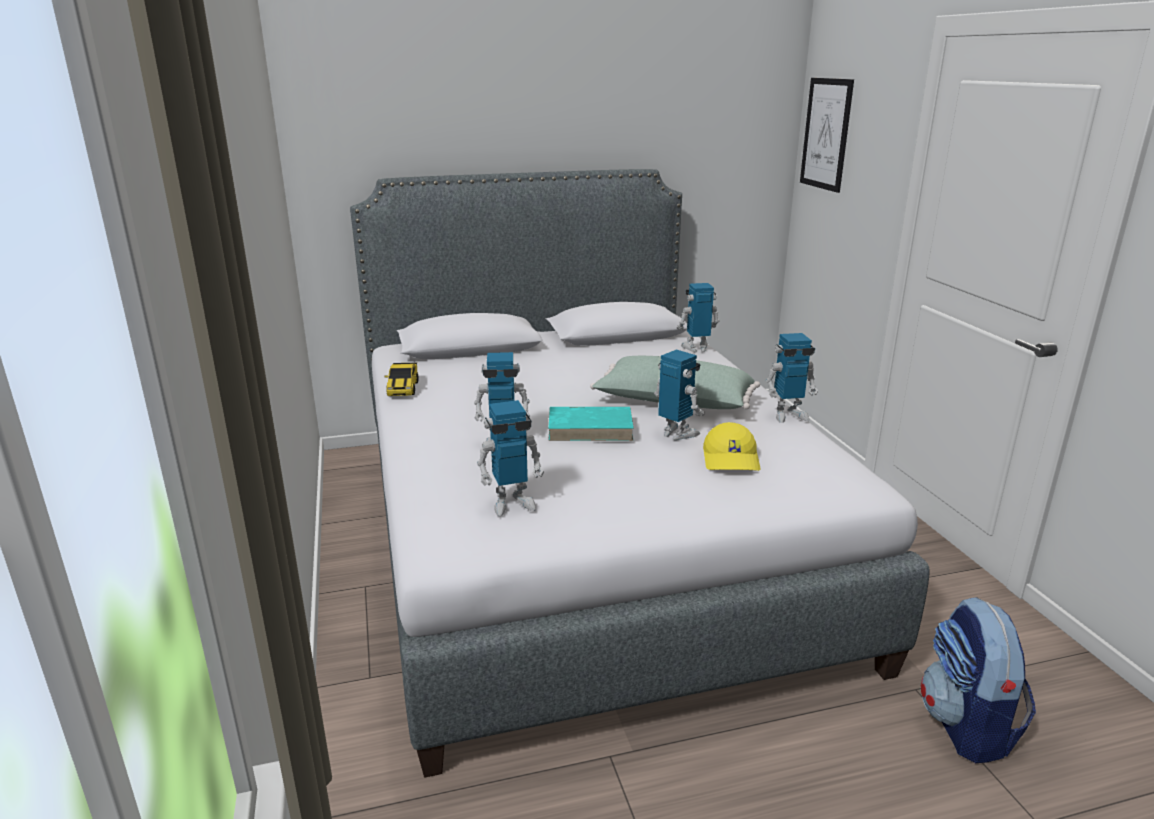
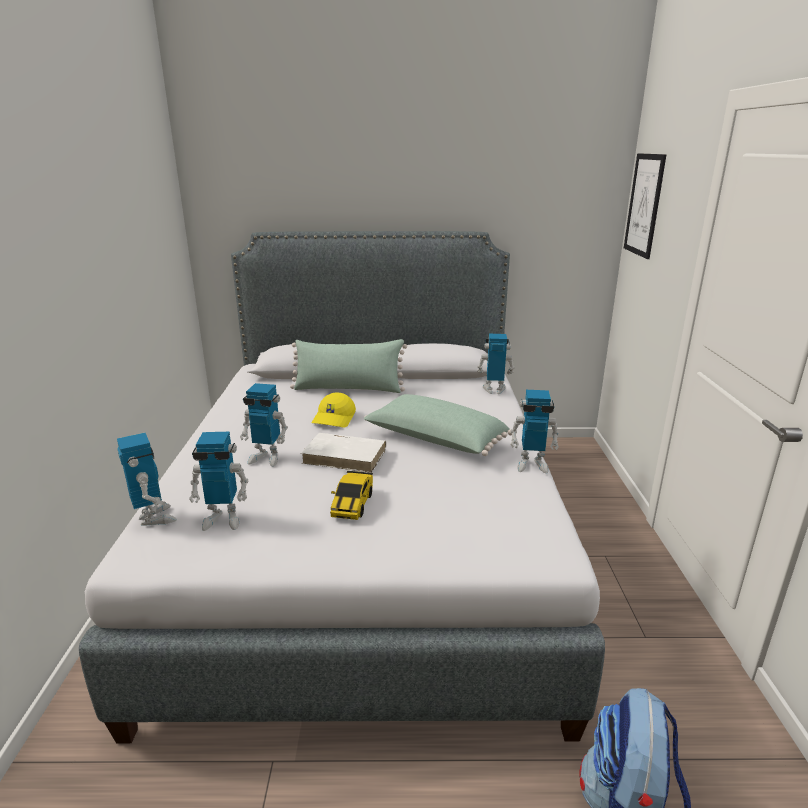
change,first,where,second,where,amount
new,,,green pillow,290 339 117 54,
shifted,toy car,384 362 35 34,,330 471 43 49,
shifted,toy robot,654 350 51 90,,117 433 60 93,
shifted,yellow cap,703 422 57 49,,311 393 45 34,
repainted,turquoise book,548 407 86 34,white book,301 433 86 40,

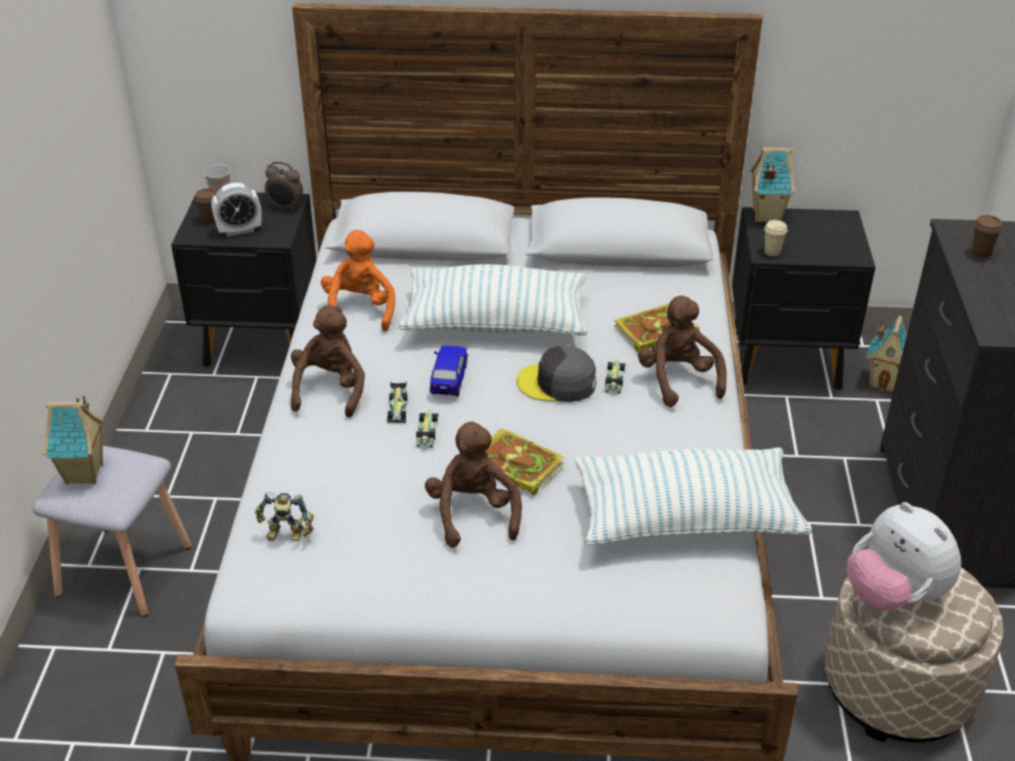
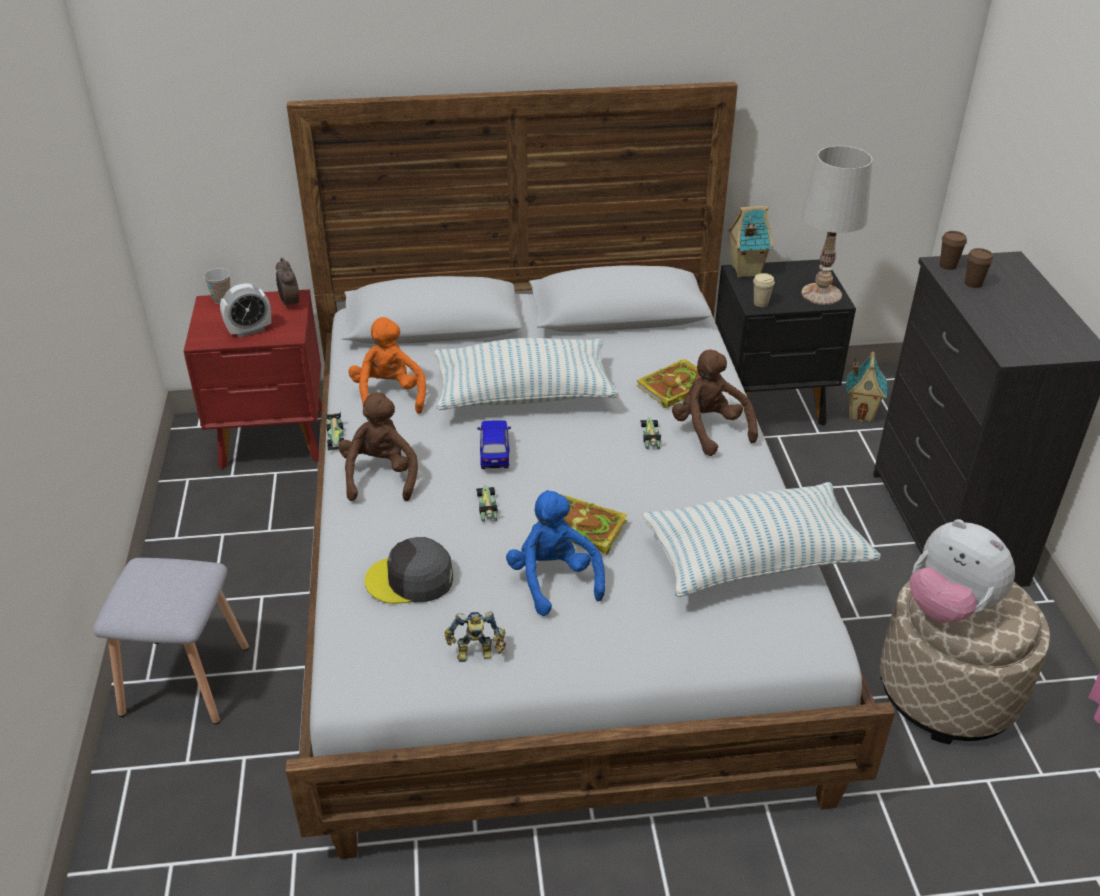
change,first,where,second,where,amount
gone,toy house,43 395 62 89,,,
new,,,white table lamp,801 146 72 159,
shifted,brown cup,195 188 21 36,,940 231 27 39,
shifted,toy robot,255 492 59 49,,445 611 61 51,
shifted,toy car,387 381 20 42,,326 412 18 39,
shifted,grey cap,517 345 79 57,,365 537 88 67,
repainted,black nightstand,171 192 145 175,red nightstand,184 289 138 180,
repainted,brown plush toy,425 421 97 127,blue plush toy,506 490 99 126,
rotated,alarm clock,265 161 38 50,,276 258 23 52,60 degrees clockwise

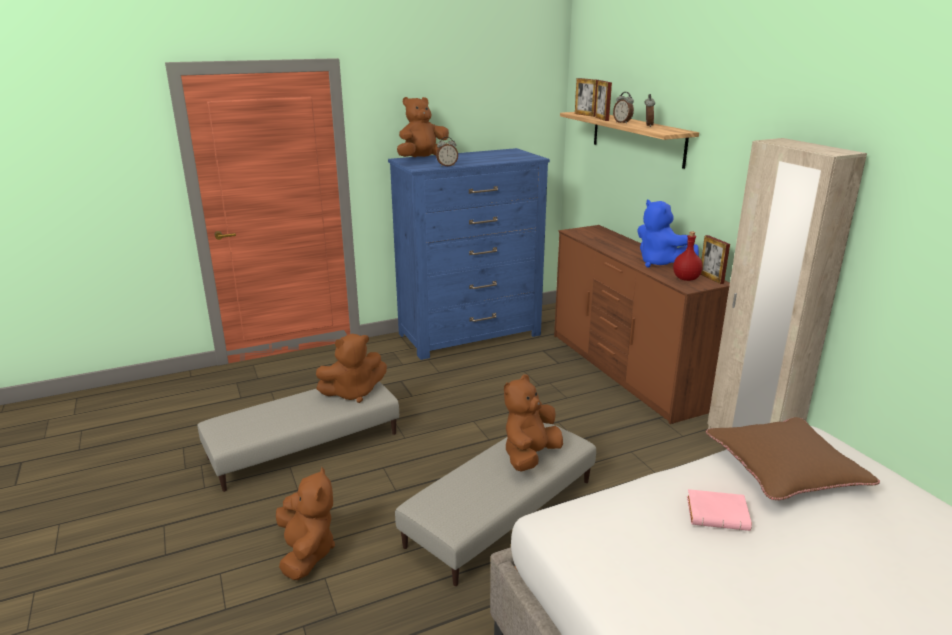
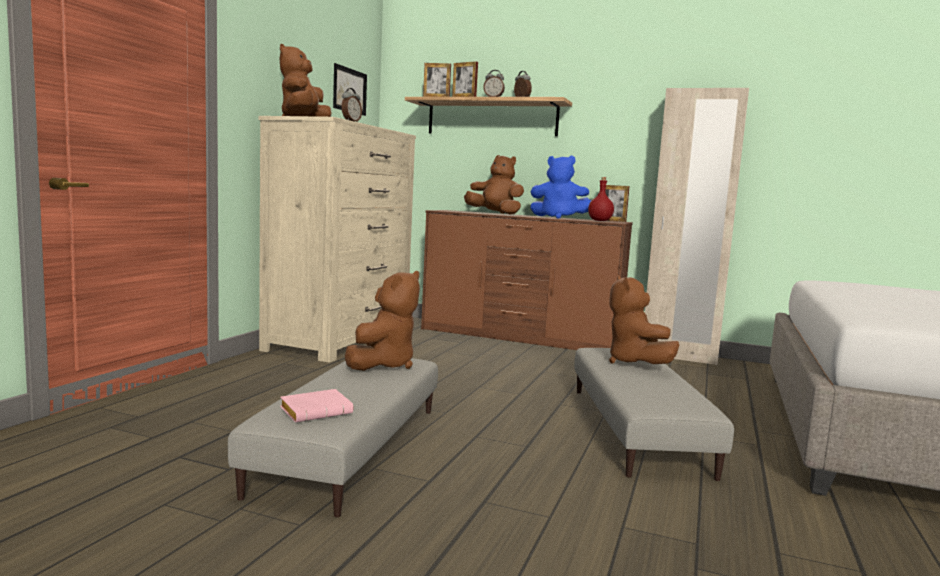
change,first,where,second,where,amount
gone,brown pillow,706 417 174 83,,,
new,,,picture,333 63 34 53,
shifted,brown plush toy,276 467 59 113,,464 155 60 59,
shifted,pink book,687 489 65 42,,280 389 73 33,
repainted,blue dresser,388 148 162 212,beige dresser,259 116 157 247,

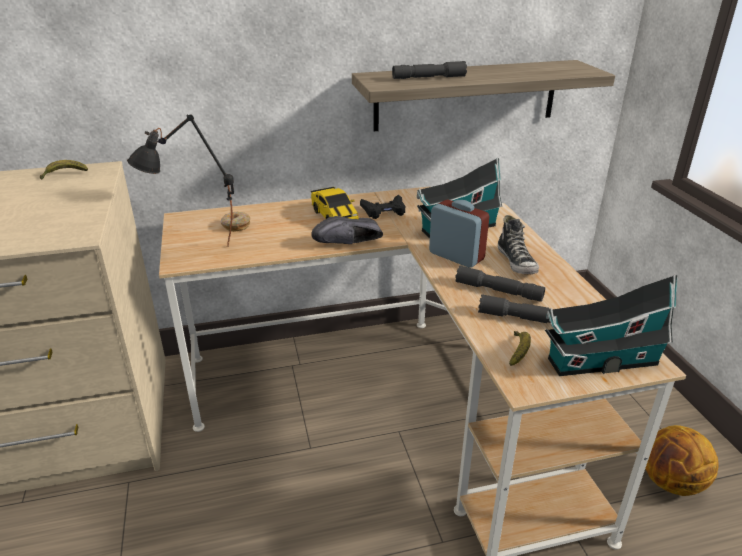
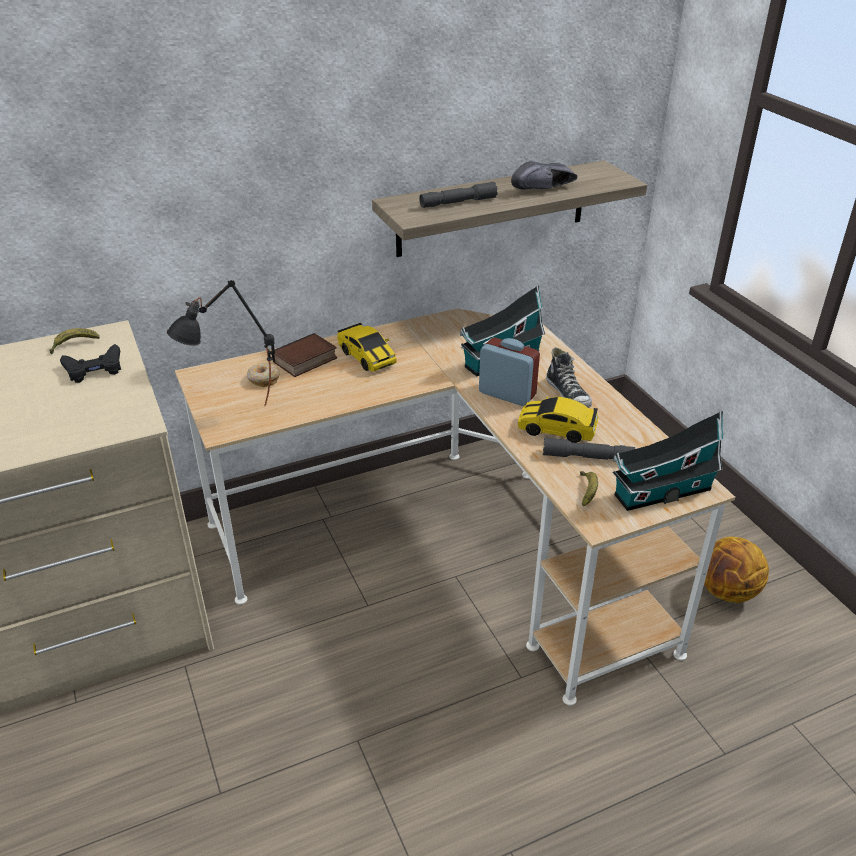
change,first,where,second,where,amount
new,,,book,271 333 66 44,
shifted,black shoe,311 216 72 28,,511 161 66 29,
shifted,black game controller,360 195 45 24,,60 344 61 39,
swapped,grey flashlight,455 265 90 37,toy car,518 396 81 47,

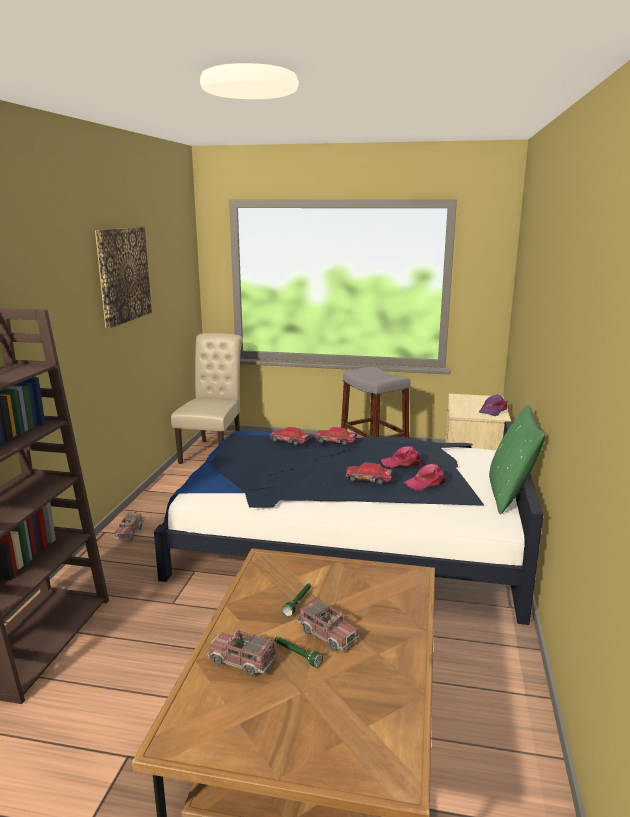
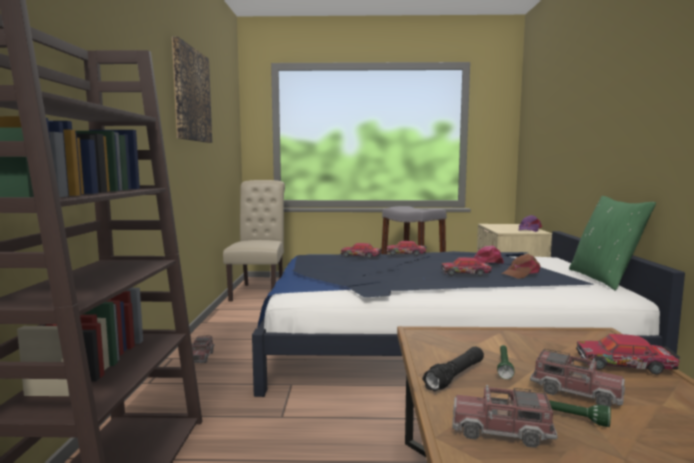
change,first,where,second,where,amount
new,,,black flashlight,422 347 62 45,
new,,,toy car,576 334 104 40,
repainted,pink cap,404 464 42 26,brown cap,502 254 38 25,

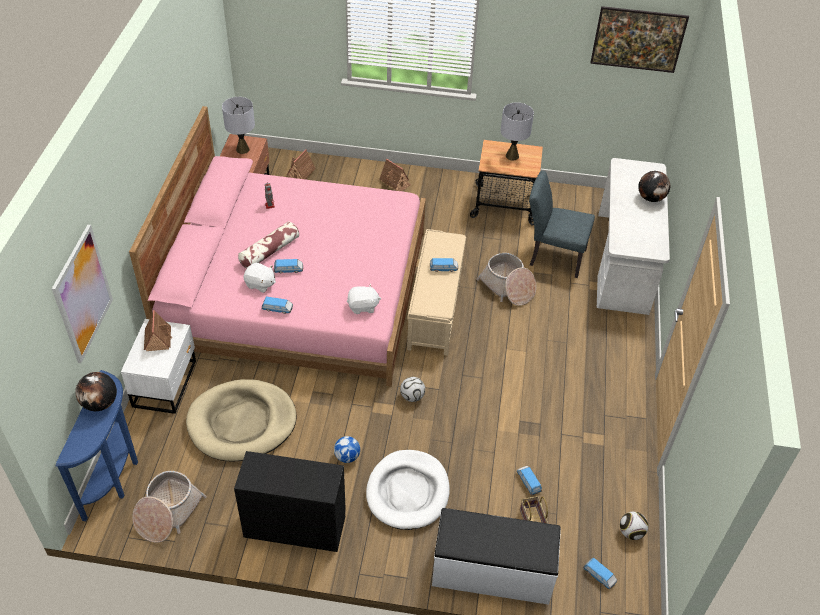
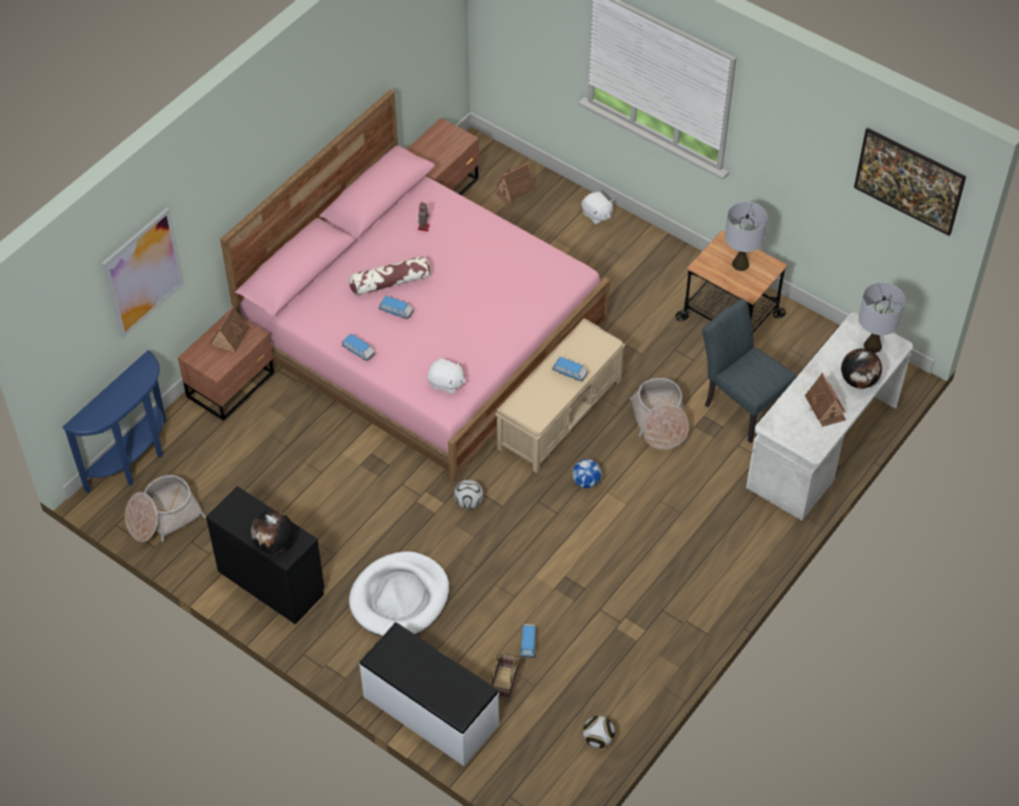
change,first,where,second,where,amount
gone,beige dog bed,186 379 111 82,,,
gone,toy car,583 558 34 31,,,
shifted,globe,75 372 42 39,,251 511 43 43,
shifted,grey table lamp,222 97 33 57,,858 282 47 71,
shifted,white plush toy,244 263 32 30,,581 192 33 32,
shifted,football,334 436 26 27,,572 459 30 29,
shifted,toy house,379 158 32 33,,805 372 41 55,
repainted,white nightstand,121 319 75 95,brown nightstand,178 311 96 110,

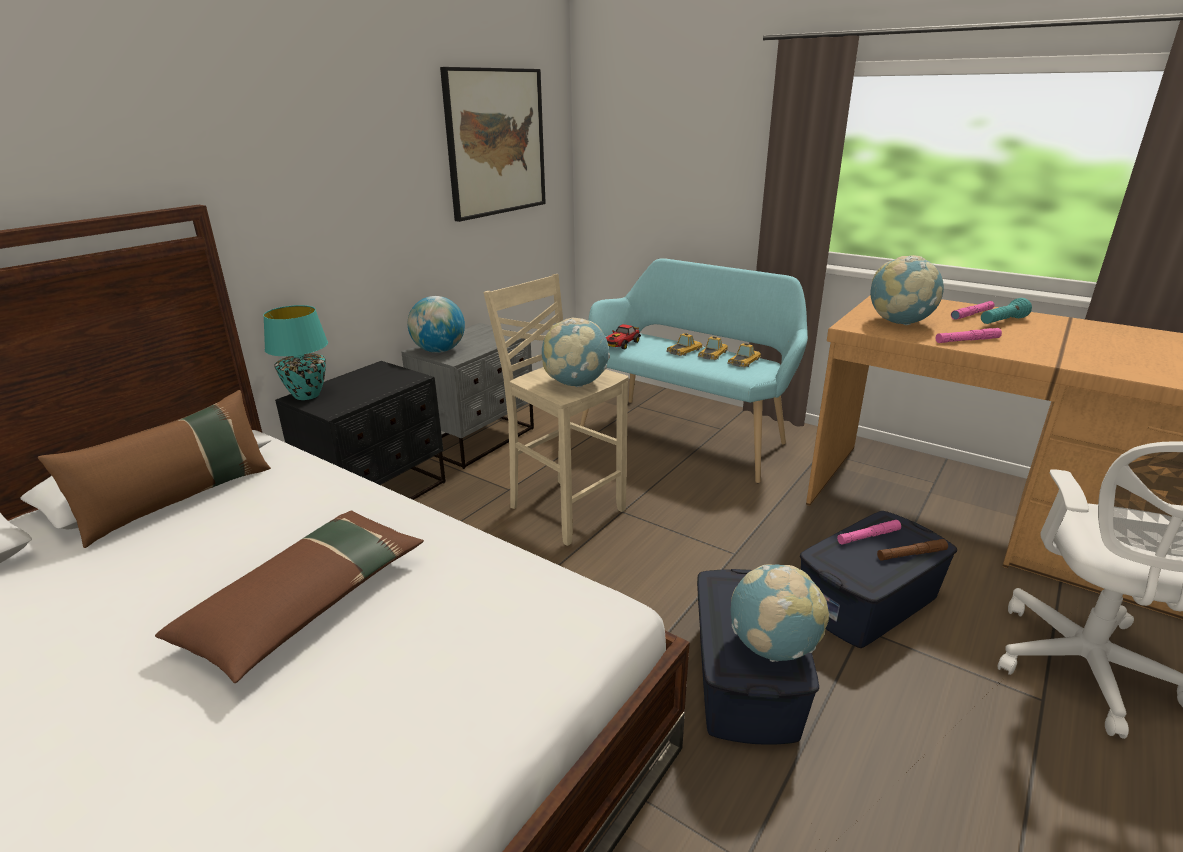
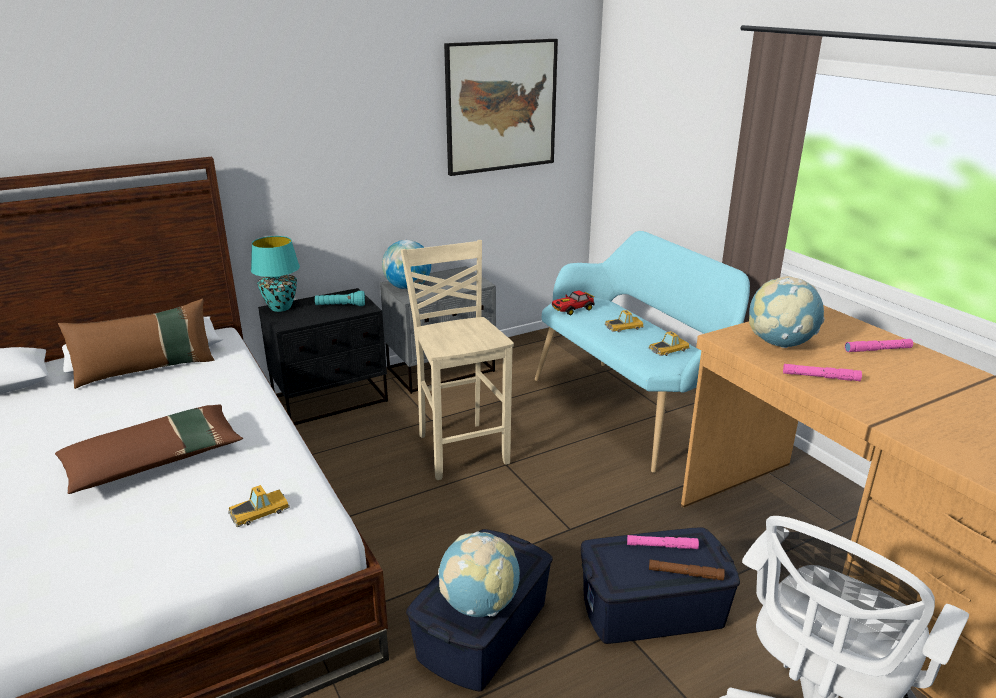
change,first,where,second,where,amount
gone,globe,542 318 68 69,,,
shifted,toy car,697 336 31 24,,228 485 62 42,
shifted,turquoise flashlight,981 298 51 26,,315 291 50 15,

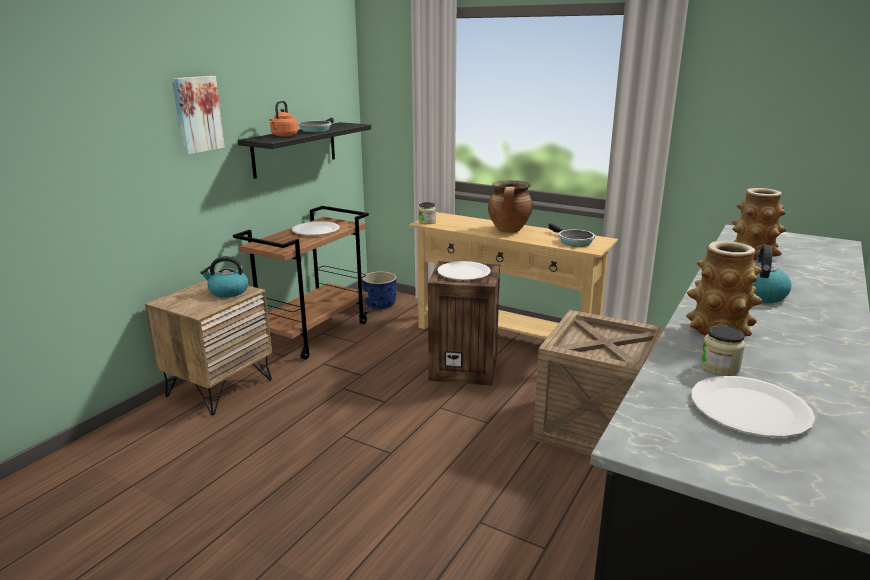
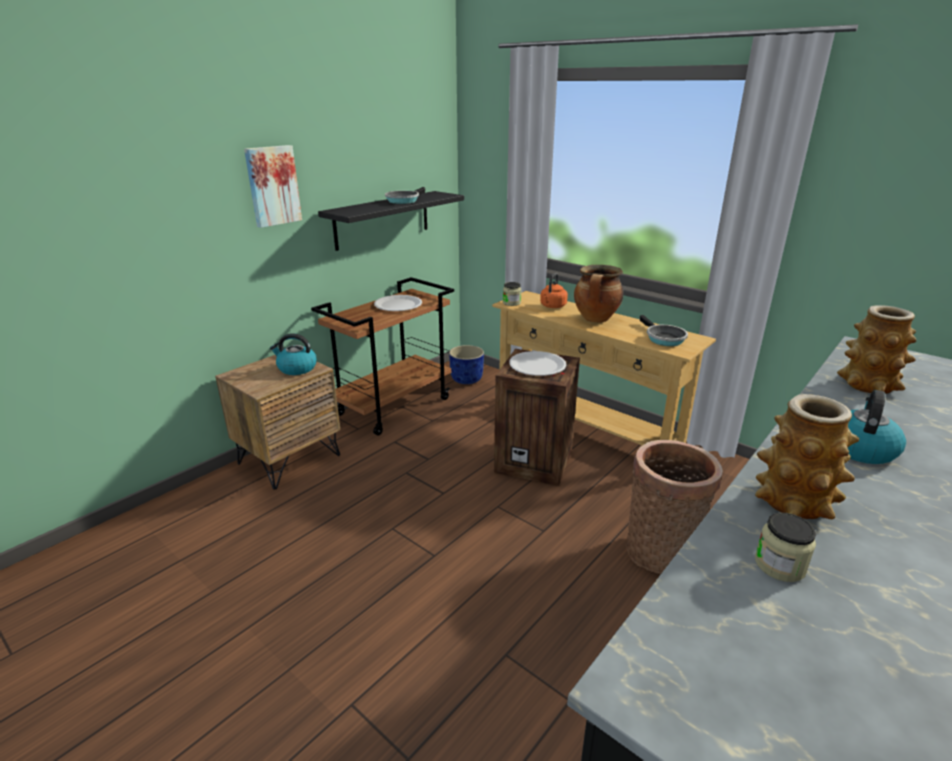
change,first,where,second,where,amount
gone,white plate,691 376 124 61,,,
shifted,orange kettle,269 101 29 36,,540 273 28 35,
swapped,crate,533 310 132 146,basket,626 440 97 134,

